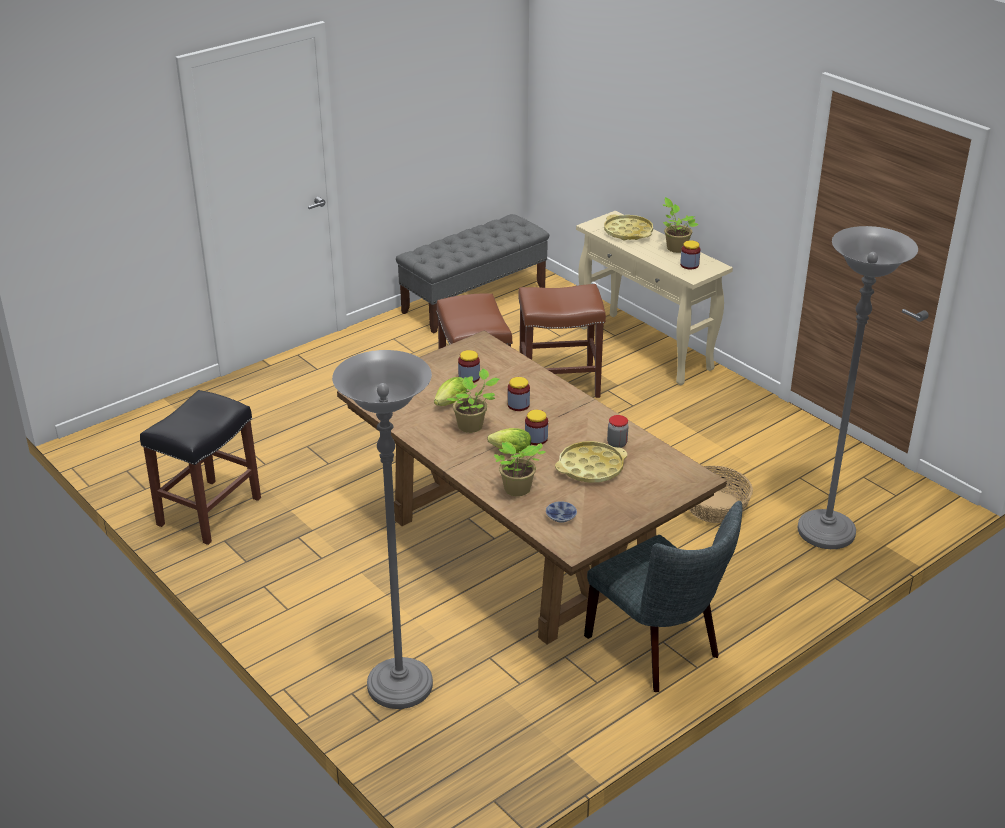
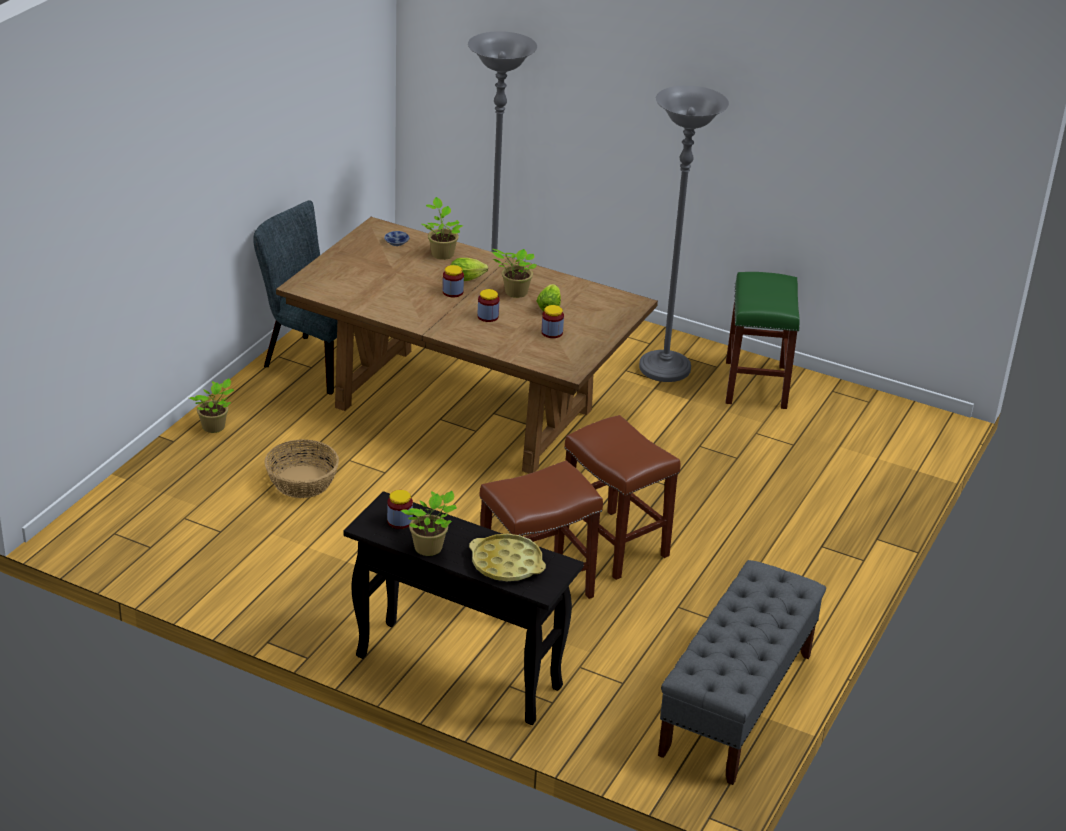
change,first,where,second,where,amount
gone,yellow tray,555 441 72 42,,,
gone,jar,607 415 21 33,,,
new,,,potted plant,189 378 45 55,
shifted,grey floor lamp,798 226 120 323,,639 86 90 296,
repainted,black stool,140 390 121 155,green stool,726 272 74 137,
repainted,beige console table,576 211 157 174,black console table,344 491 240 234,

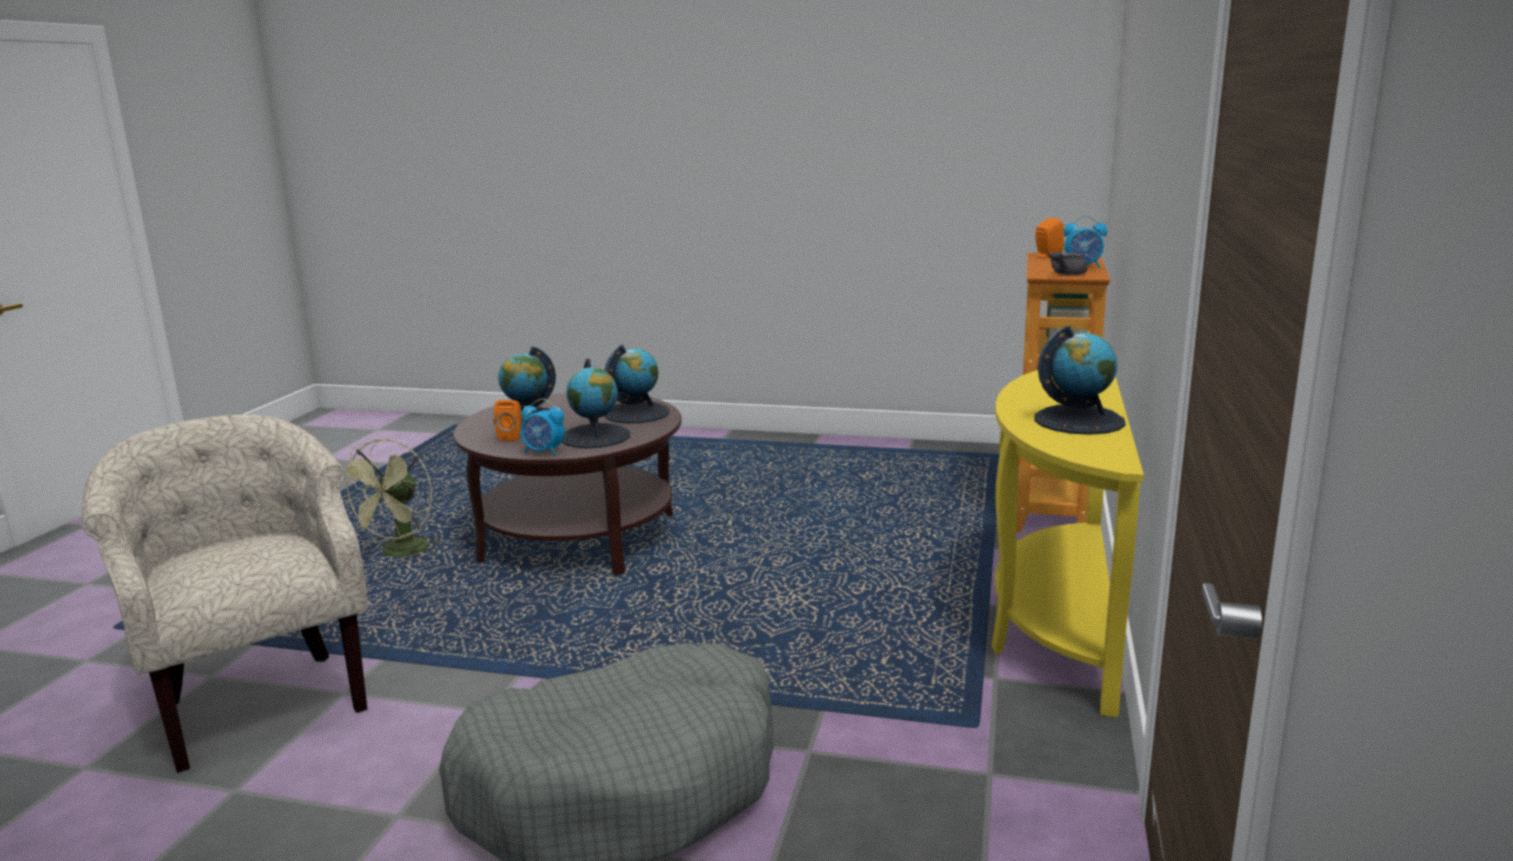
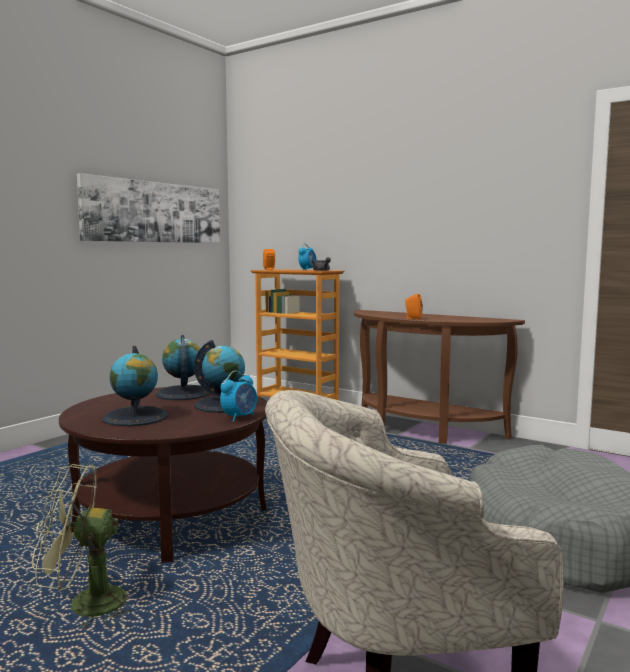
change,first,where,second,where,amount
gone,globe,1034 325 92 110,,,
new,,,picture,77 173 143 70,
shifted,orange speaker,494 400 28 41,,405 294 18 25,
repainted,yellow console table,991 370 153 347,brown console table,354 310 171 134,
rotated,green fan,342 438 100 119,,32 464 108 165,135 degrees clockwise

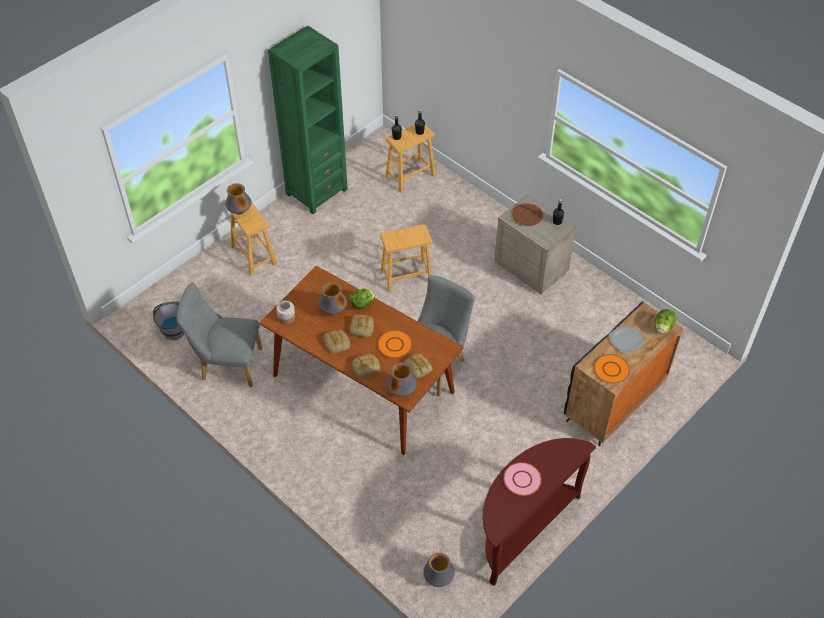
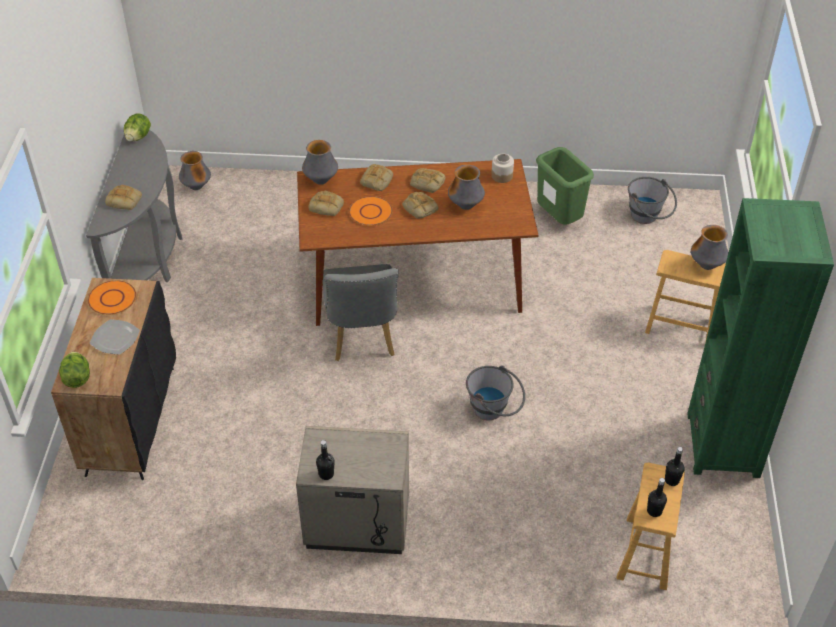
change,first,where,second,where,amount
gone,pink plate,503 462 39 34,,,
gone,brown plate,512 203 31 23,,,
new,,,bread,105 185 37 25,
shifted,lettuce,349 289 26 21,,124 113 27 29,
swapped,grey chair,177 282 85 105,green trash can,536 147 58 78,
swapped,brown stool,380 224 52 68,grey bucket,466 365 59 55,
repainted,brown console table,482 438 114 148,grey console table,86 130 96 152,

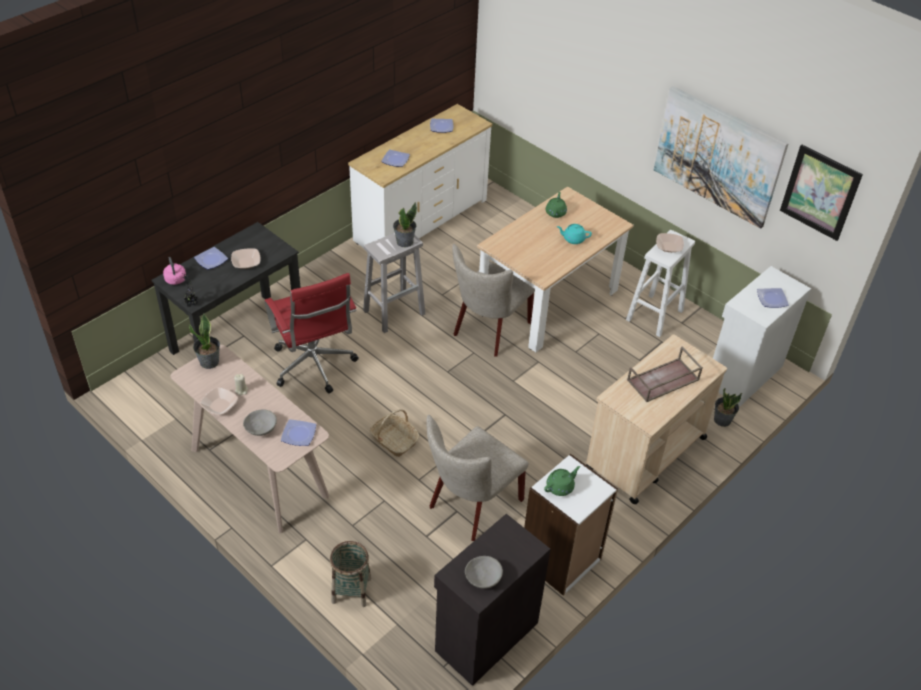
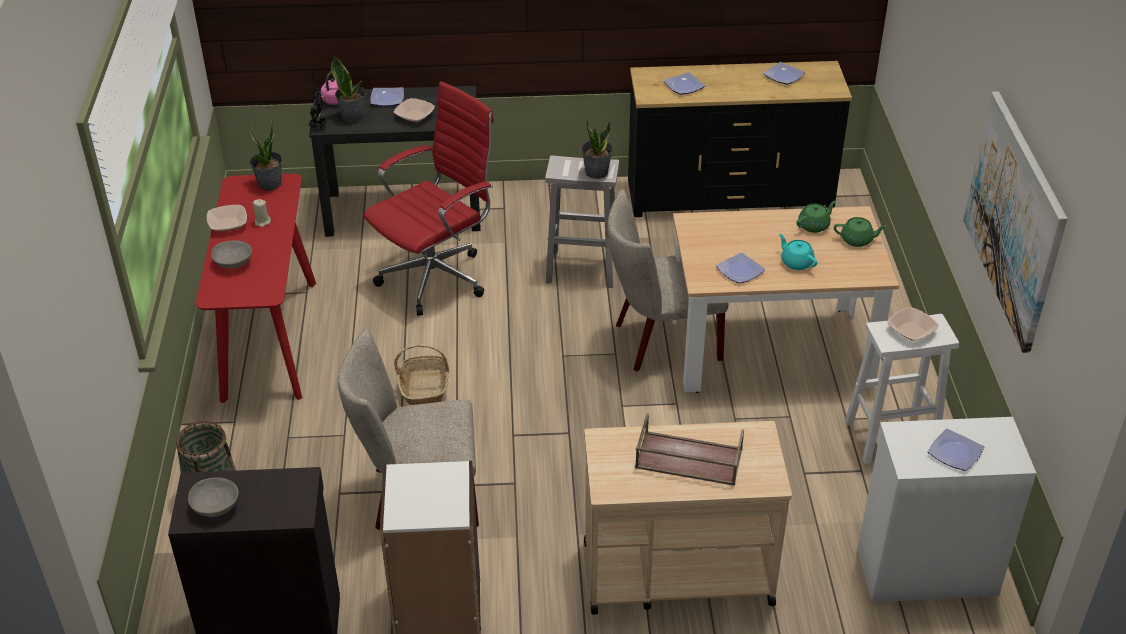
change,first,where,second,where,amount
gone,picture,780 144 83 97,,,
shifted,plate,281 419 35 27,,716 252 49 32,
shifted,green teapot,544 466 36 30,,834 217 53 30,
shifted,potted plant,714 388 28 39,,331 57 35 65,
repainted,beige console table,171 345 158 188,red console table,196 174 120 229,
repainted,white dresser,348 104 144 144,black dresser,628 61 224 156,
rotated,red office chair,264 273 95 121,,364 81 130 235,150 degrees counterclockwise

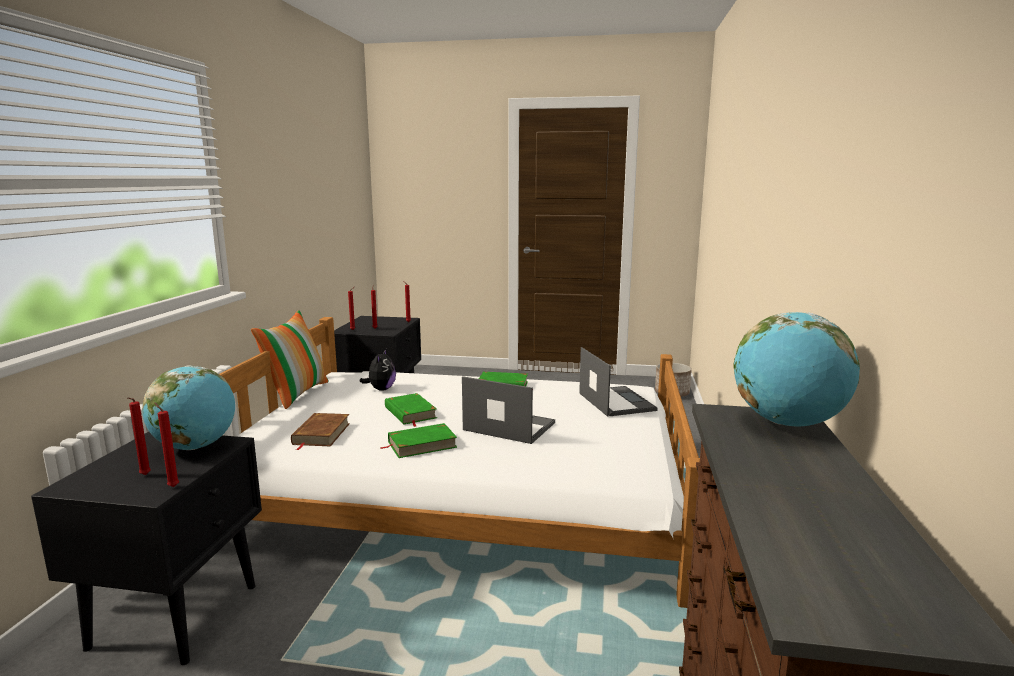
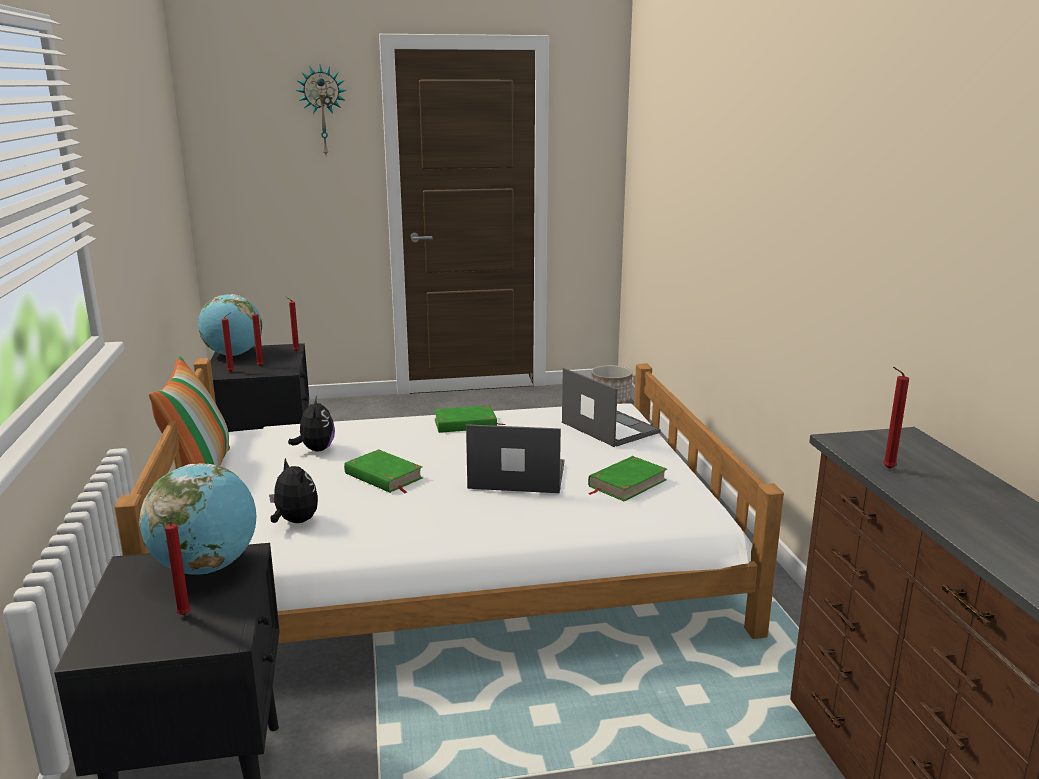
change,first,where,second,where,amount
new,,,wall clock,296 65 51 90,
shifted,red candle,154 402 25 85,,883 367 26 102,
shifted,green book,380 423 77 35,,587 456 80 45,
shifted,globe,733 312 127 115,,198 294 64 62,
swapped,brown book,291 413 59 37,plush toy,269 458 49 65,

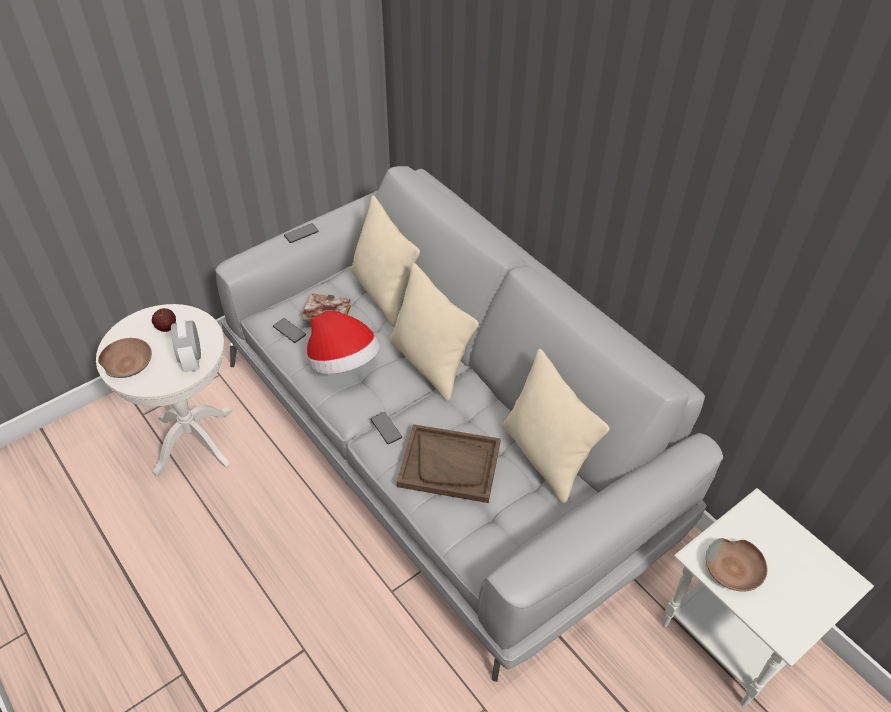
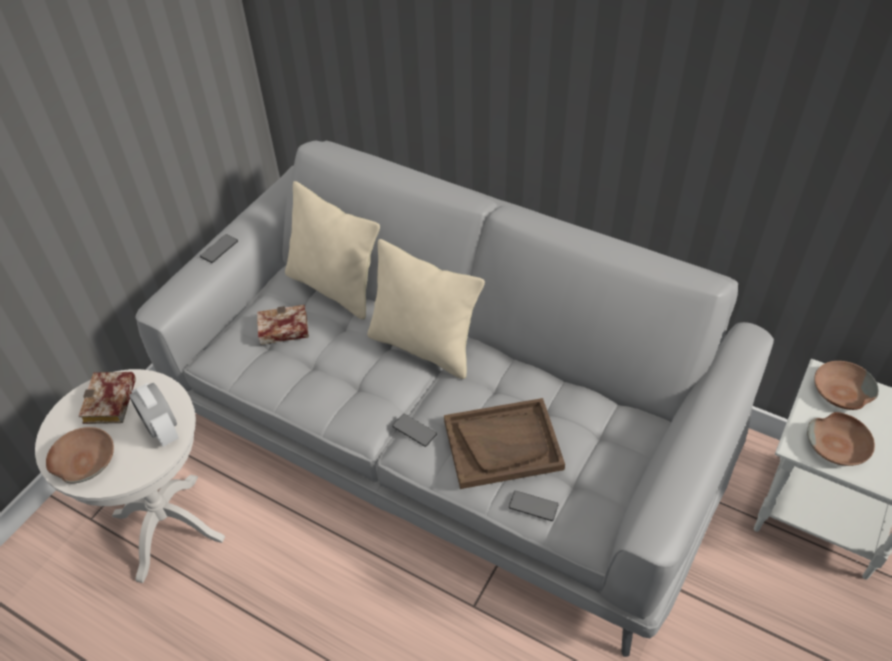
change,first,where,second,where,amount
gone,hat,307 310 73 64,,,
gone,beige pillow,502 349 108 155,,,
new,,,brown bowl,814 361 65 49,
shifted,phone,273 318 33 25,,509 491 50 30,
swapped,apple,152 308 24 24,book,79 372 57 52,

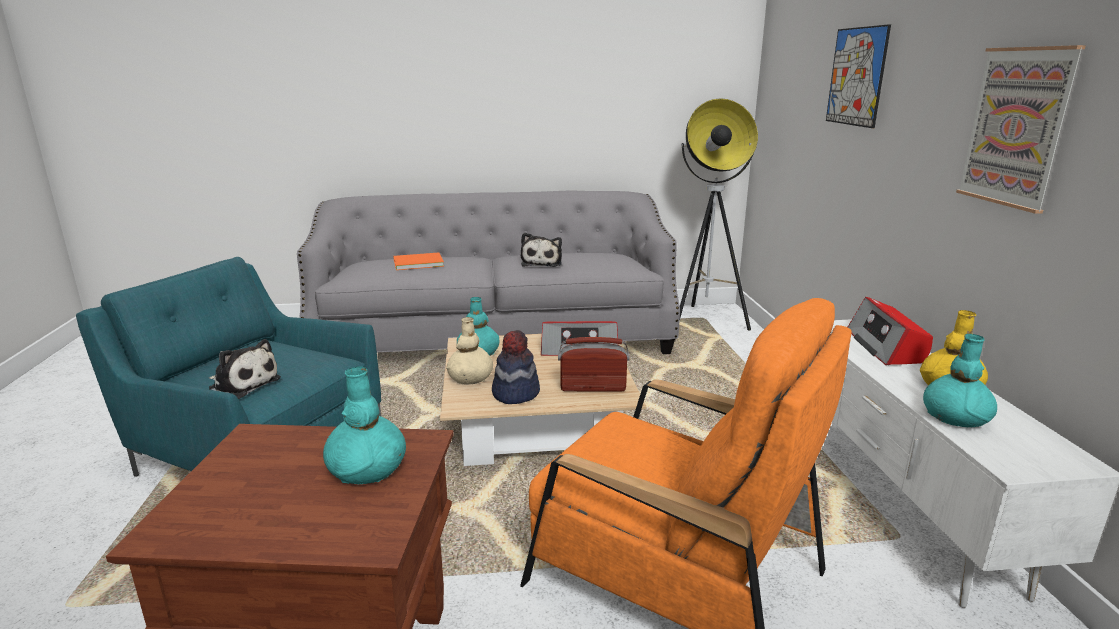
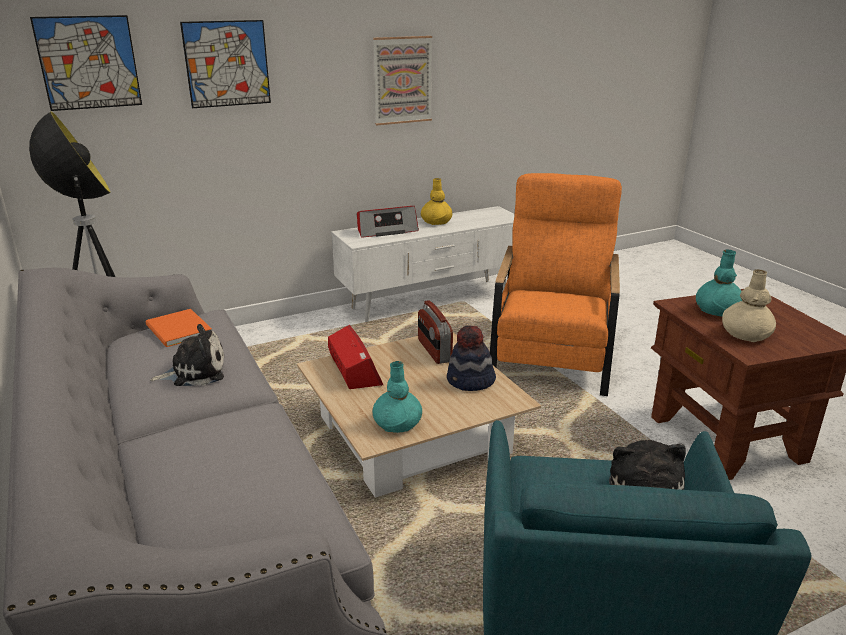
change,first,where,second,where,amount
gone,turquoise vase,923 334 74 93,,,
new,,,picture,30 15 112 96,
shifted,orange book,393 252 51 18,,145 309 67 38,
shifted,beige vase,446 317 47 68,,722 269 54 73,

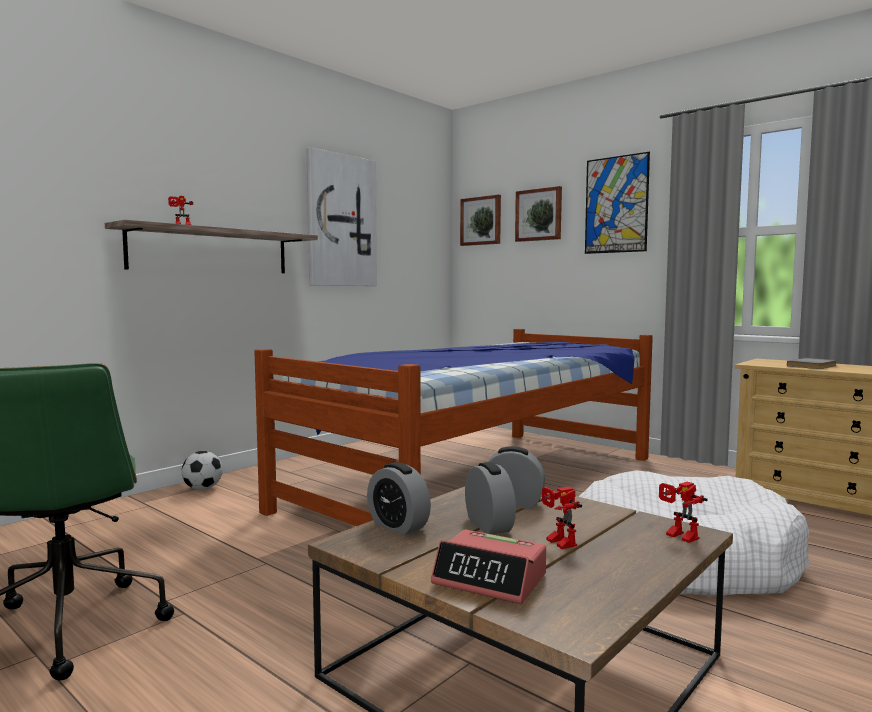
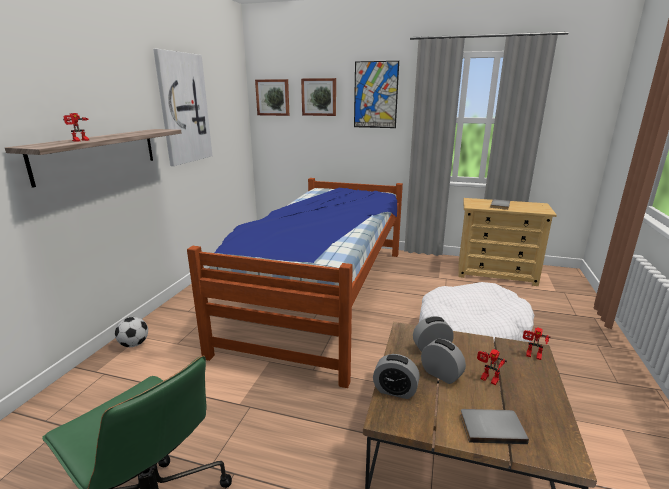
change,first,where,second,where,amount
swapped,alarm clock,431 529 115 75,grey book,460 409 69 35,

